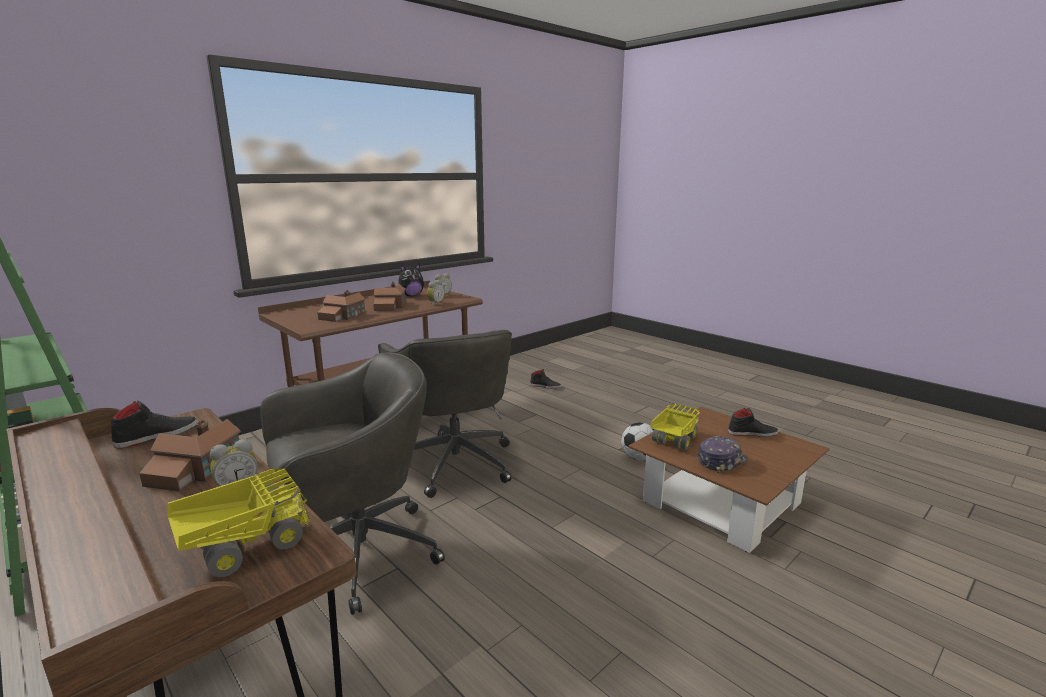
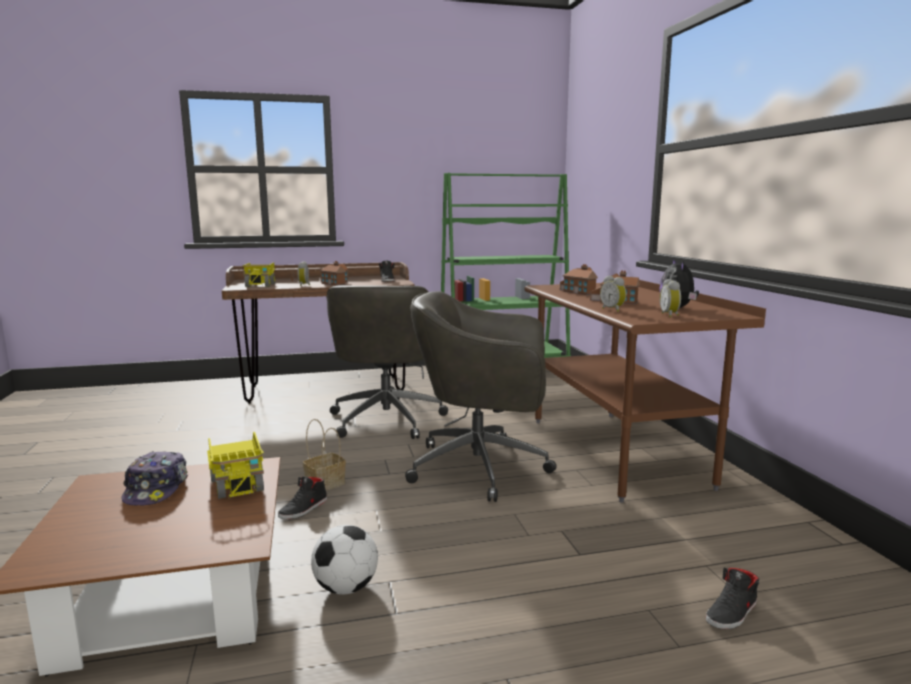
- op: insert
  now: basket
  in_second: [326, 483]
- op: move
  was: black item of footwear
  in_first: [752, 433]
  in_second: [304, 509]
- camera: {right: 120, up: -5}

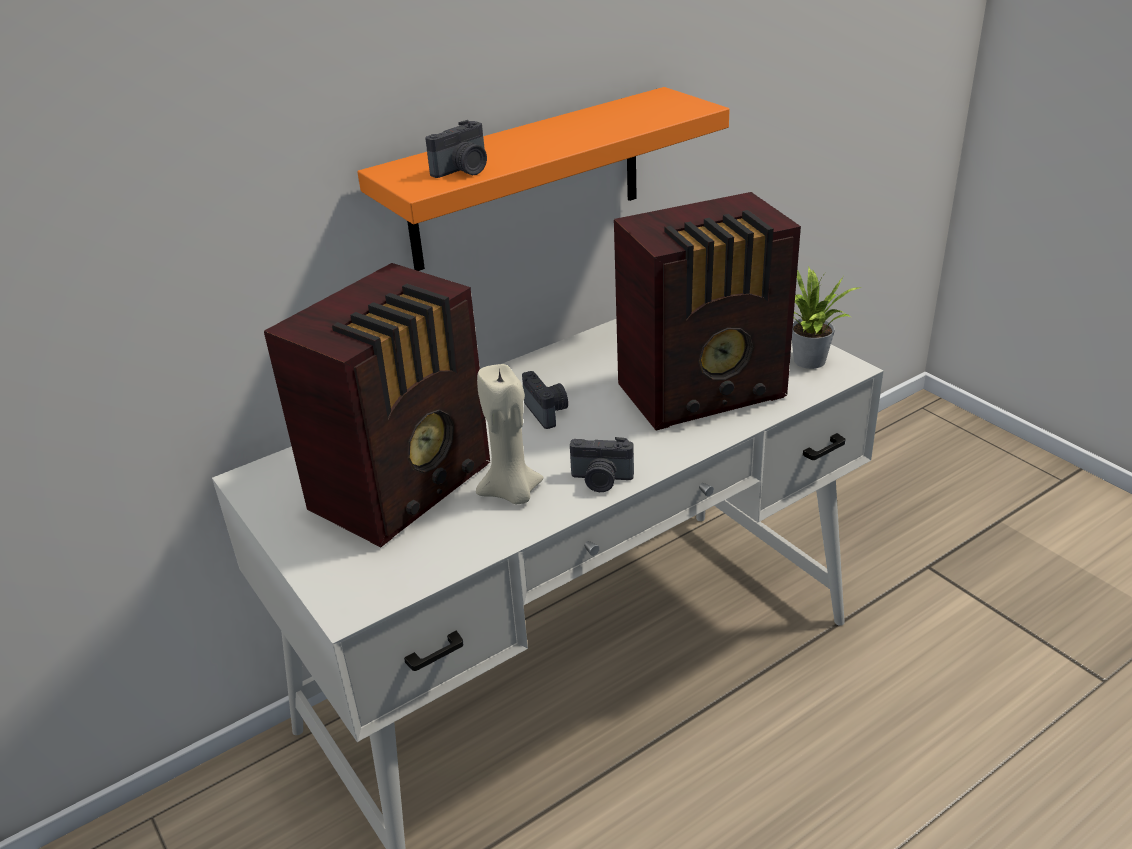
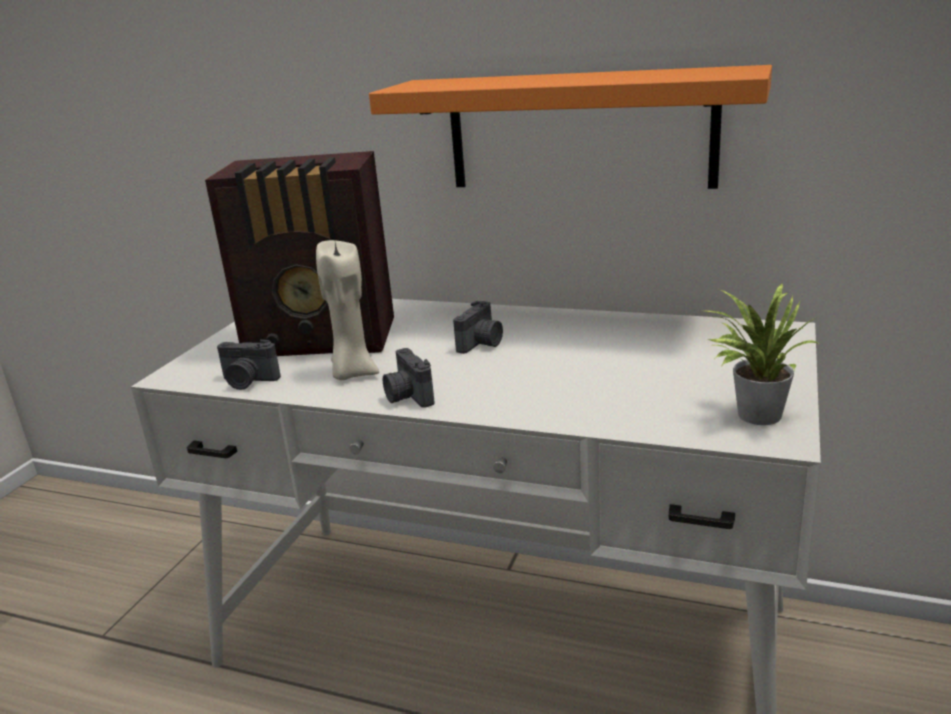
- op: delete
  was: radio set
  in_first: [705, 392]
- op: move
  was: still camera
  in_first: [464, 170]
  in_second: [248, 381]
- camera: {right: 55, up: -10}

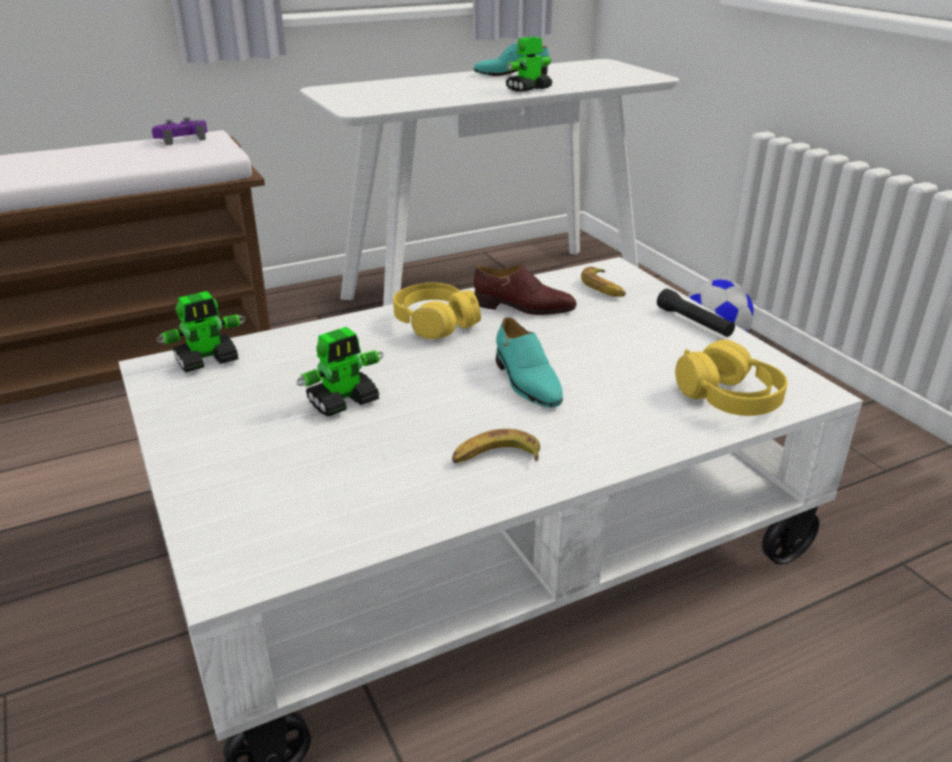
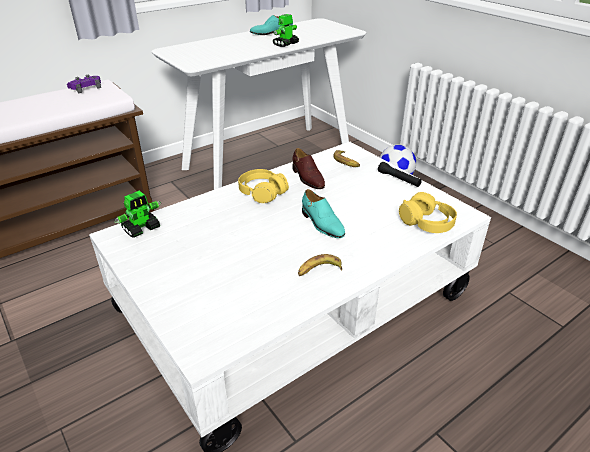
- op: delete
  was: model robot
  in_first: [344, 402]
- op: rotate
  was: brown item of footwear
  in_first: [524, 307]
  in_second: [307, 178]
  clockwise: 60
- camera: {right: -10, up: 5}

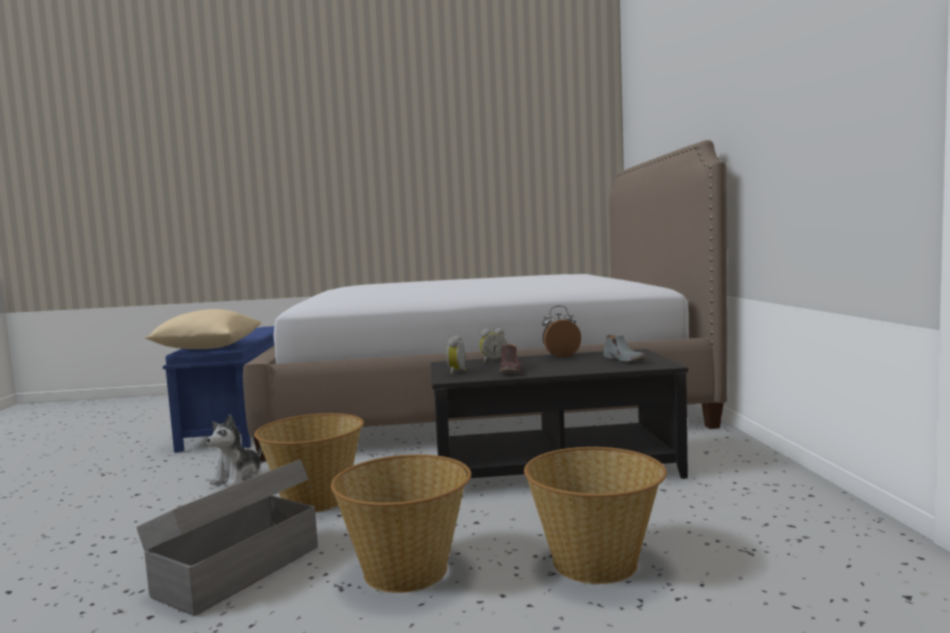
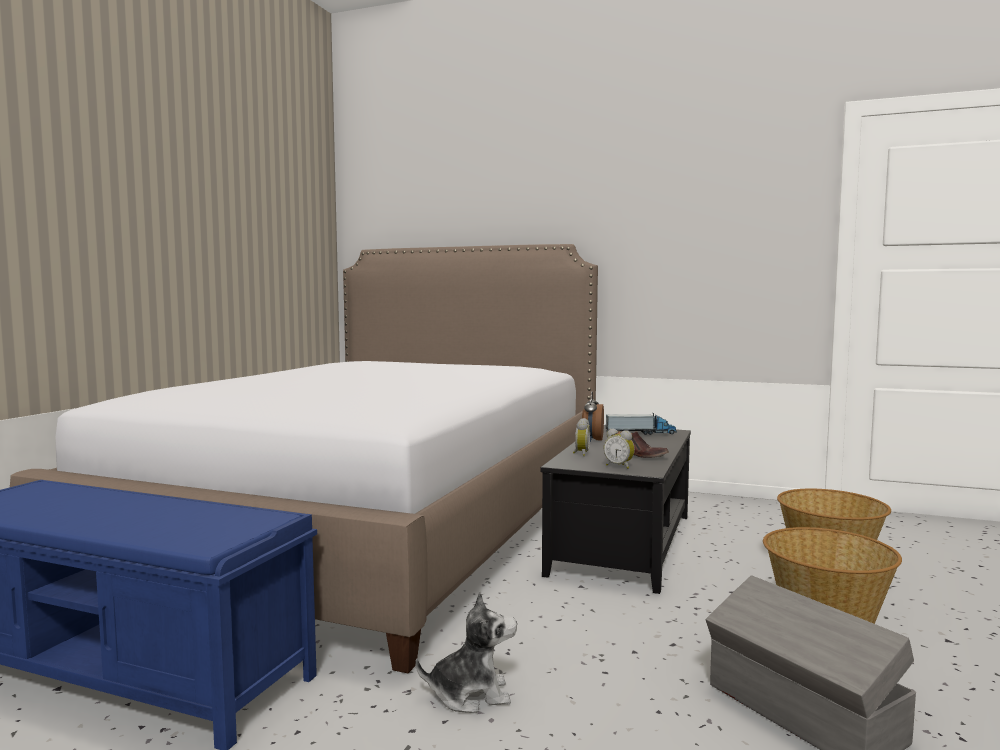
- op: delete
  was: beige-coloured pillow
  in_first: [207, 348]
- op: delete
  was: basket
  in_first: [315, 499]
- op: replace
  was: gray item of footwear
  now: model truck
  in_first: [624, 360]
  in_second: [640, 433]
- op: rotate
  was: soft toy
  in_first: [238, 478]
  in_second: [470, 694]
  clockwise: -60
- camera: {right: -65, up: 0}

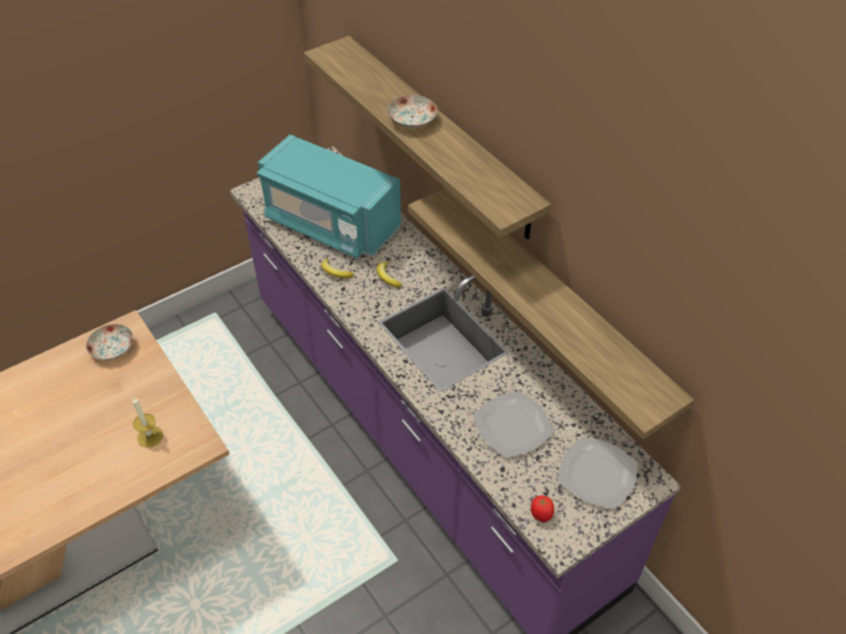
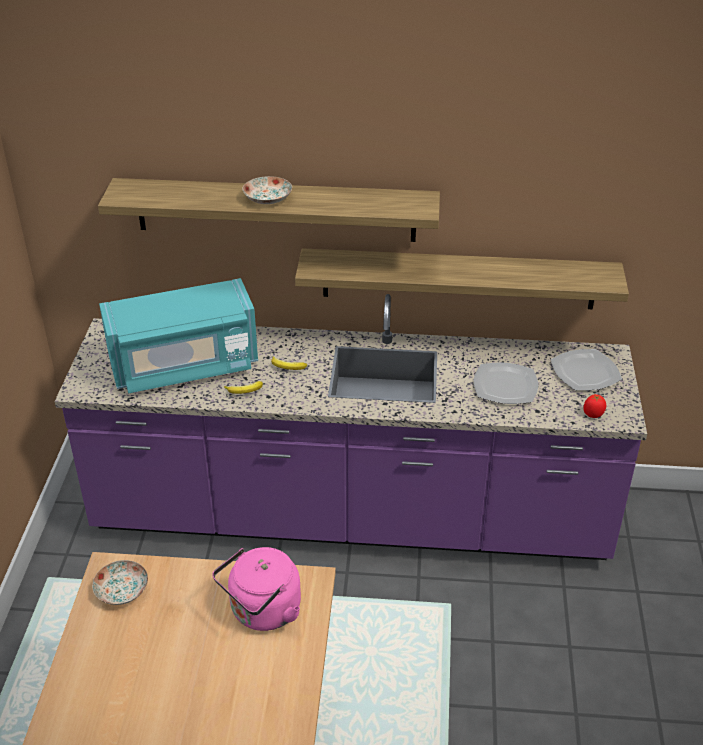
- op: replace
  was: wax candle
  now: pinkish kettle
  in_first: [150, 436]
  in_second: [262, 612]
- camera: {right: -50, up: -10}

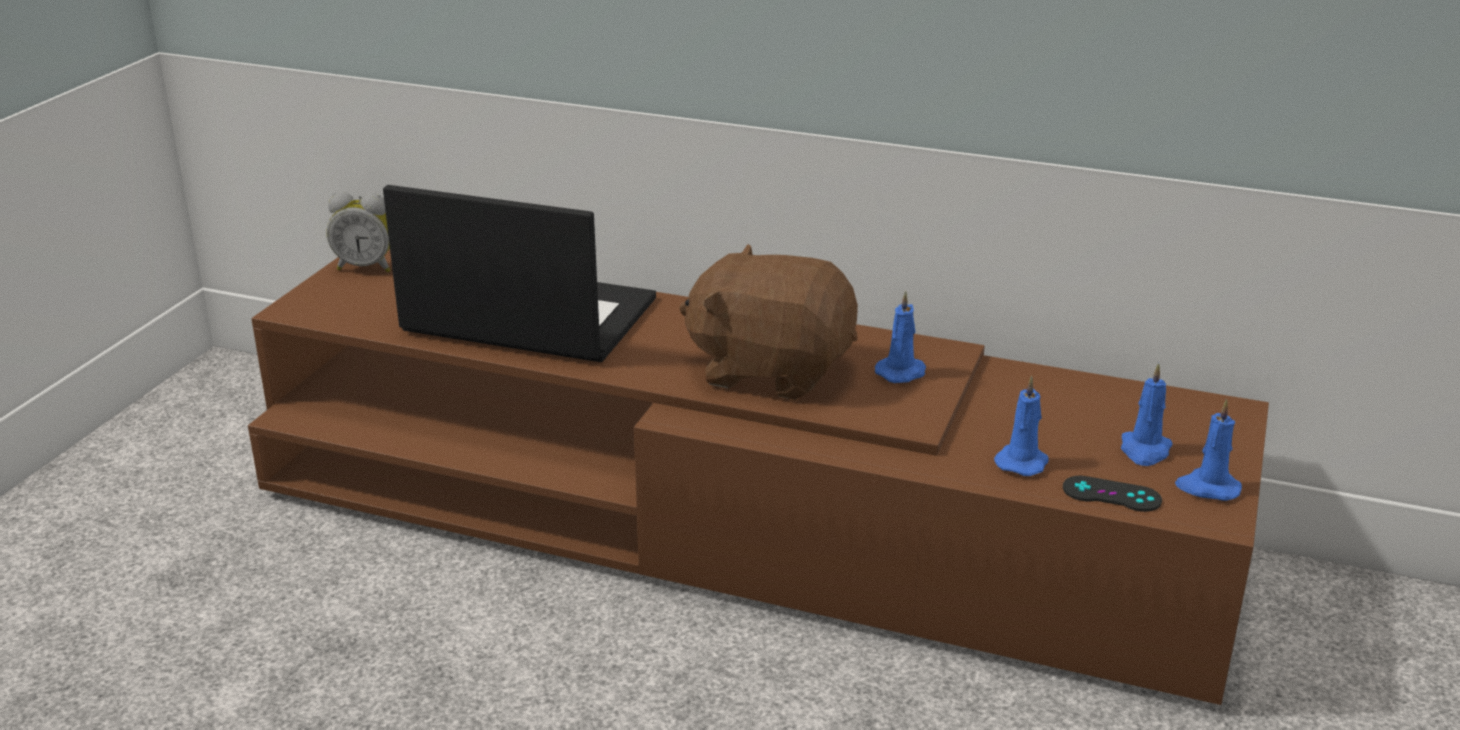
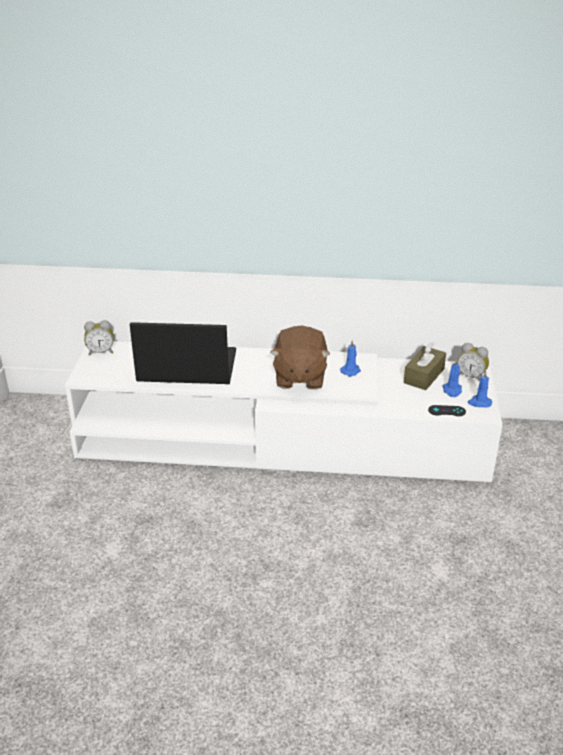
- op: delete
  was: blue-coloured wax candle
  in_first: [1022, 462]
- op: insert
  now: brown box of tissues
  in_second: [424, 376]
- op: insert
  now: table clock
  in_second: [471, 376]
- op: recolor
  was: brown tv stand
  now: whitish tv stand
  in_first: [730, 524]
  in_second: [281, 440]
- op: rotate
  was: brown soft toy
  in_first: [771, 369]
  in_second: [299, 377]
  clockwise: -90
- camera: {right: -15, up: 5}

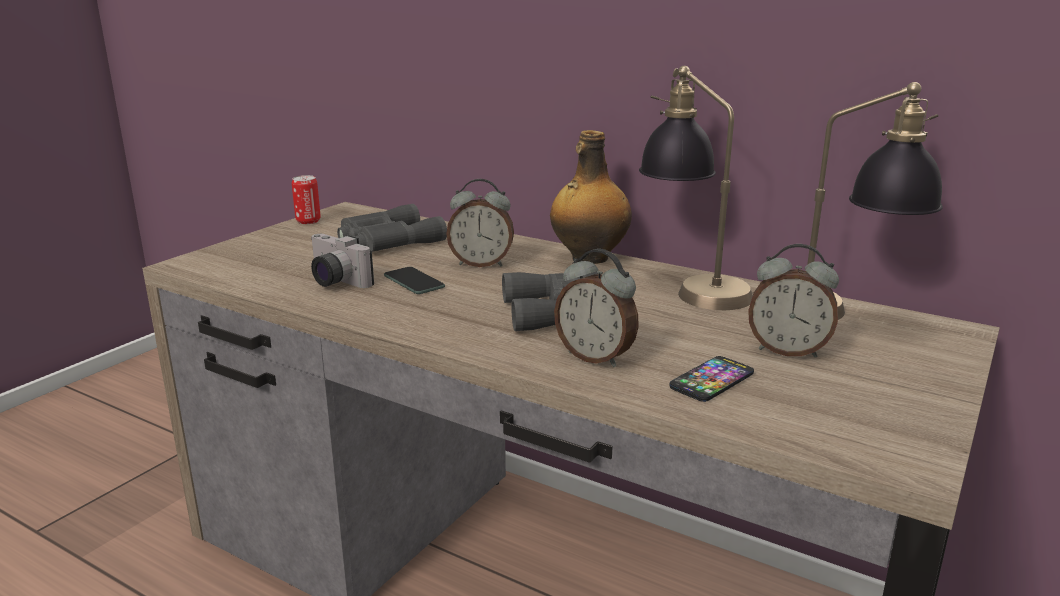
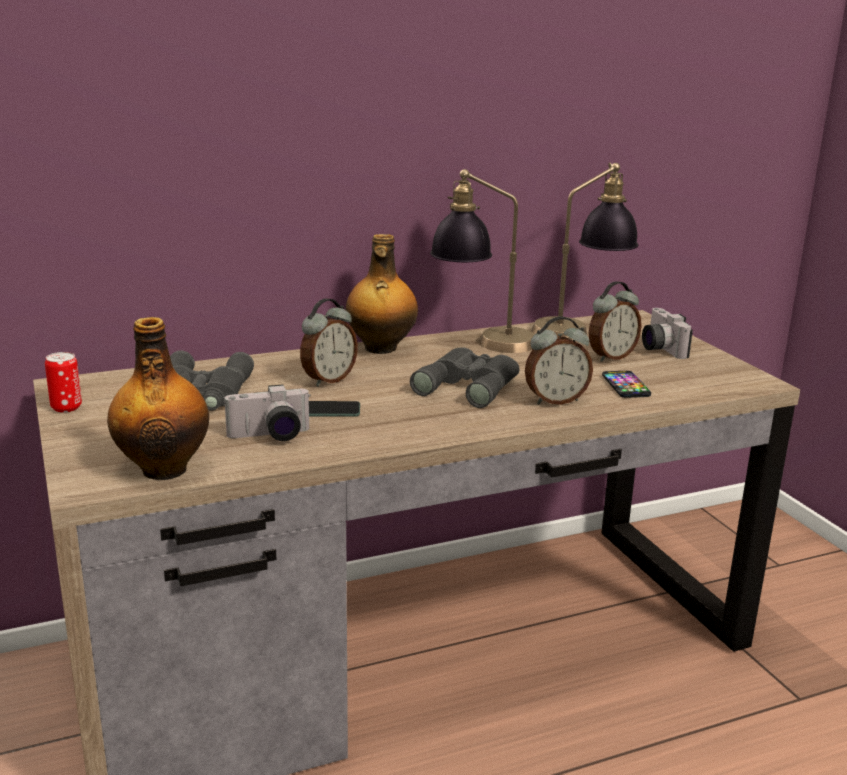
- op: insert
  now: drink bottle
  in_second: [164, 468]
- op: insert
  now: still camera
  in_second: [658, 348]
- camera: {right: -55, up: 0}

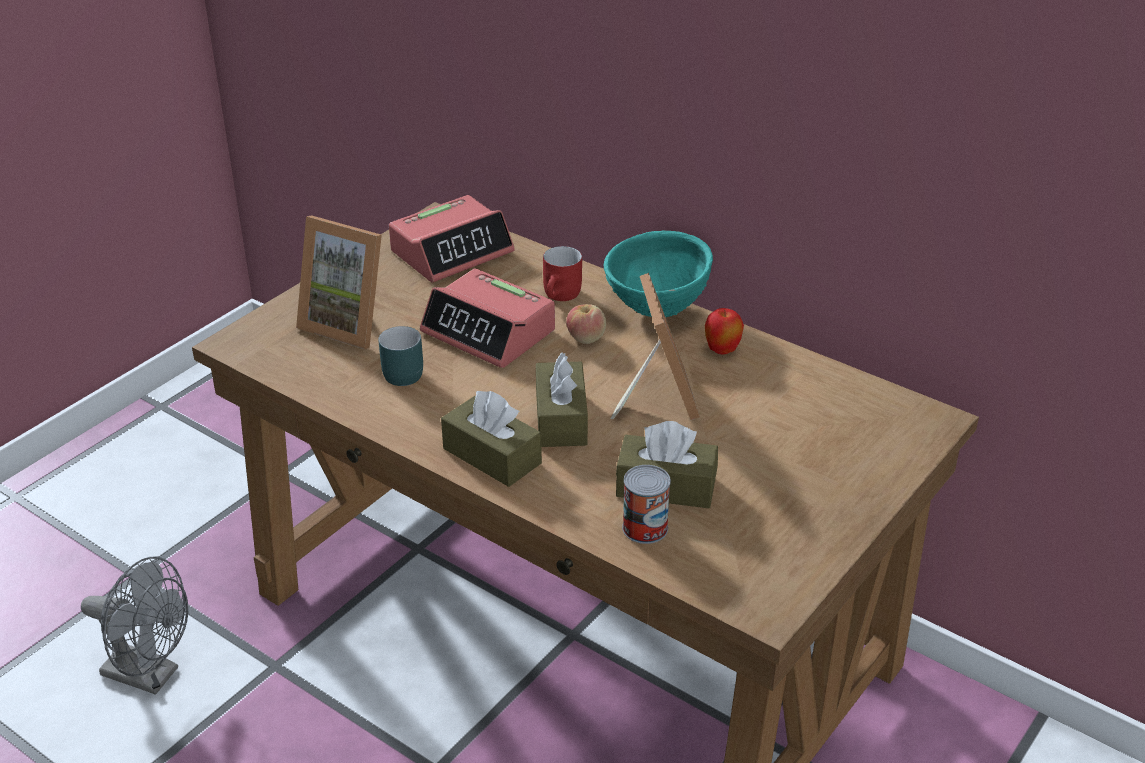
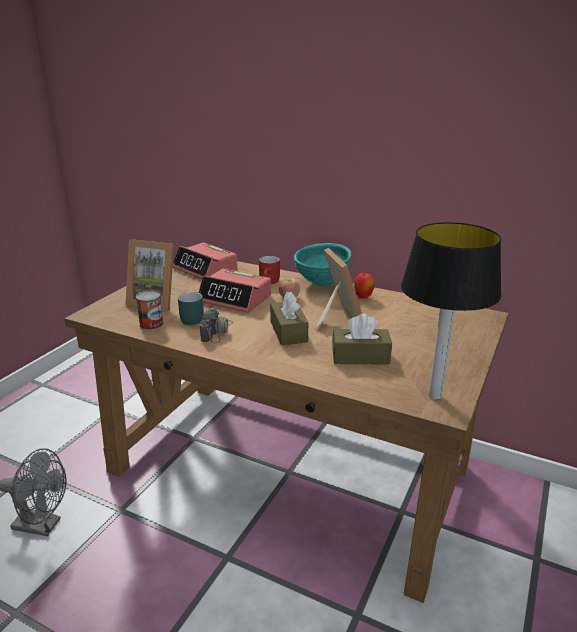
- op: delete
  was: brown box of tissues
  in_first: [492, 456]
- op: insert
  now: still camera
  in_second: [217, 331]
- op: insert
  now: tabletop lamp
  in_second: [436, 395]
- op: move
  was: metal can
  in_first: [645, 528]
  in_second: [151, 324]
- op: rotate
  was: table clock
  in_first: [452, 251]
  in_second: [205, 269]
  clockwise: 90
- camera: {right: -10, up: -10}

